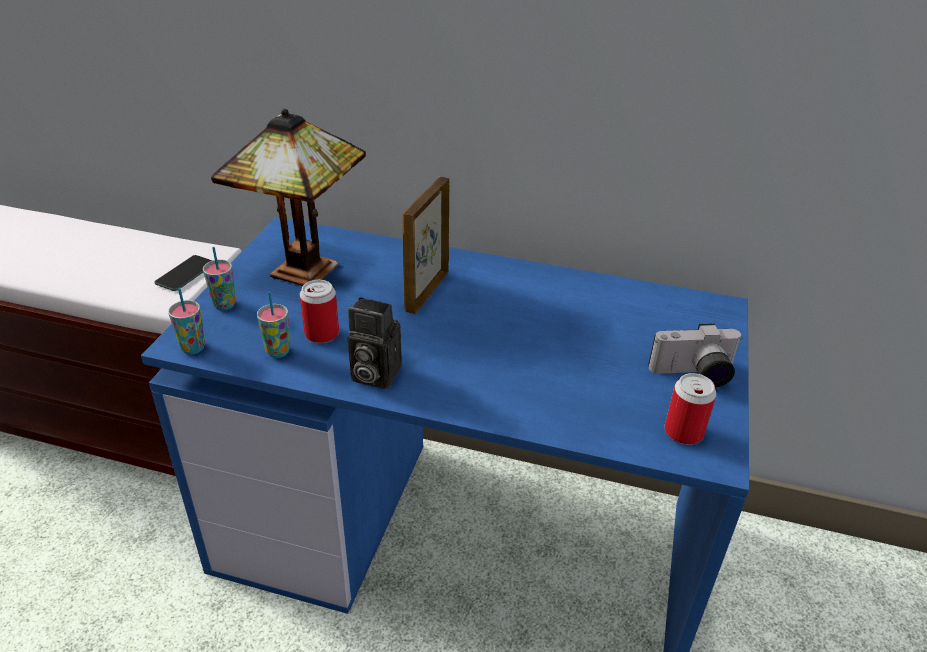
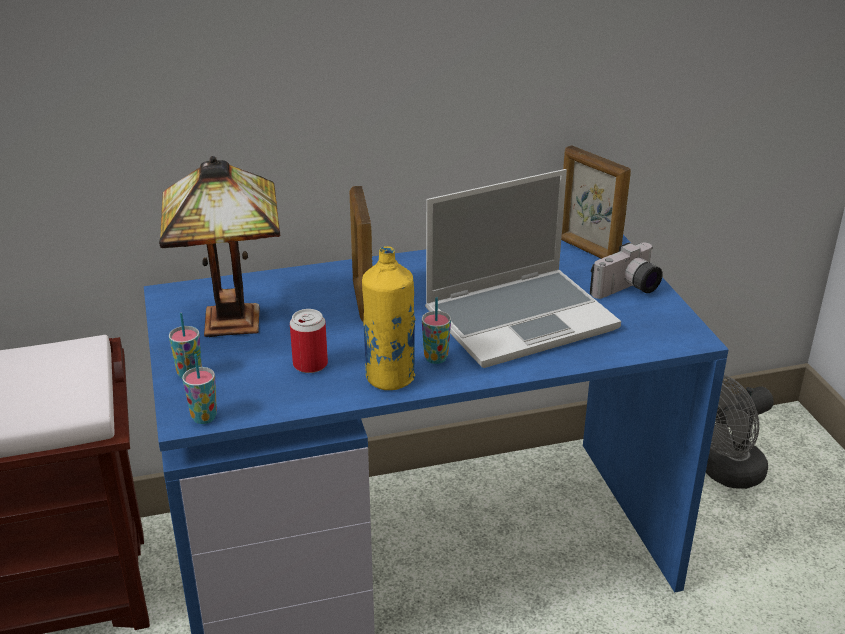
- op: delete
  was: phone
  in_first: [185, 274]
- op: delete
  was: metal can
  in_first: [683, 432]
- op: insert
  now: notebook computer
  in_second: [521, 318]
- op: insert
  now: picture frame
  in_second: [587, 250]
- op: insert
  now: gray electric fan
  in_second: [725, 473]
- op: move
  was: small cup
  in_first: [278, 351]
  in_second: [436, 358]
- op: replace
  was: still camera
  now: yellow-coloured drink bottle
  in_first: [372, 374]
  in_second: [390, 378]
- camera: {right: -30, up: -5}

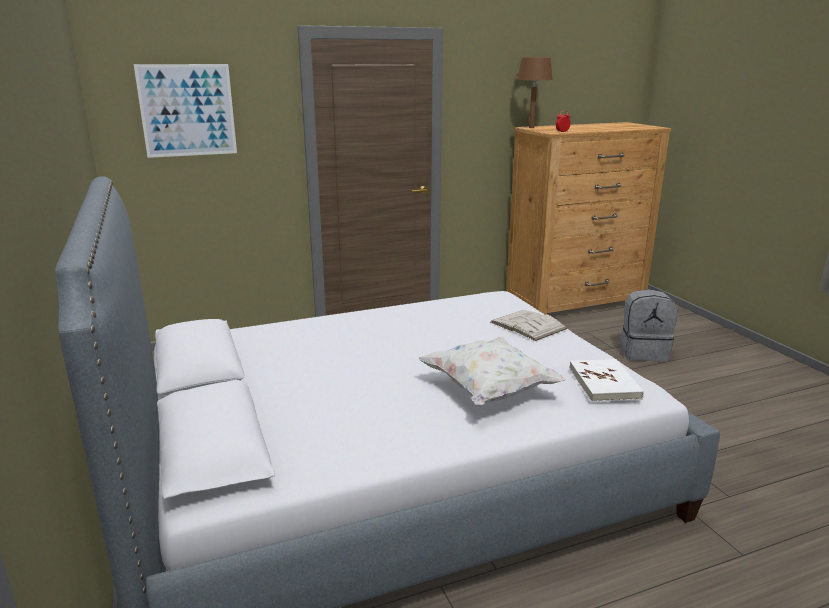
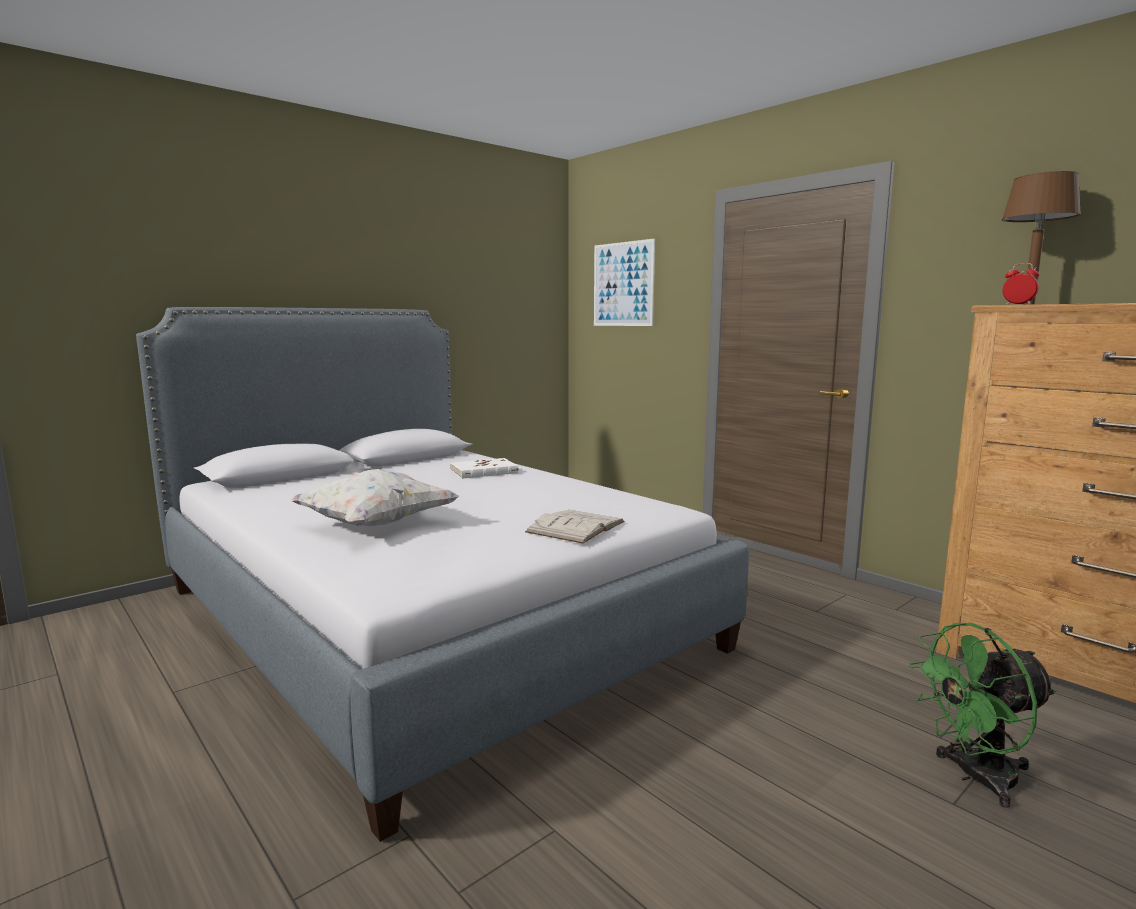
- op: move
  was: whitish volume
  in_first: [604, 383]
  in_second: [484, 471]
- op: replace
  was: gray knapsack
  now: green-coloured electric fan
  in_first: [643, 352]
  in_second: [975, 777]
- camera: {right: 70, up: -10}

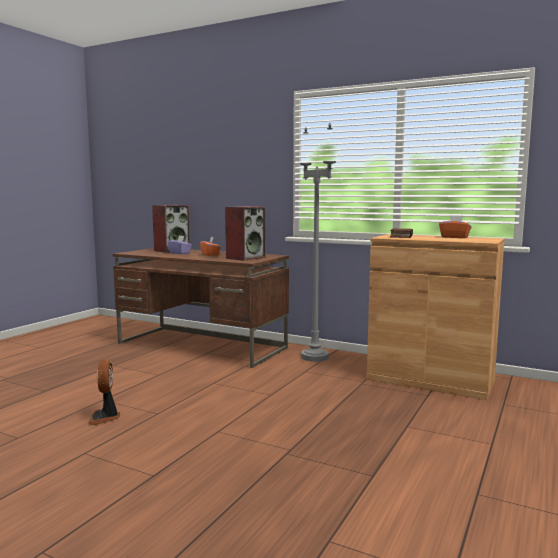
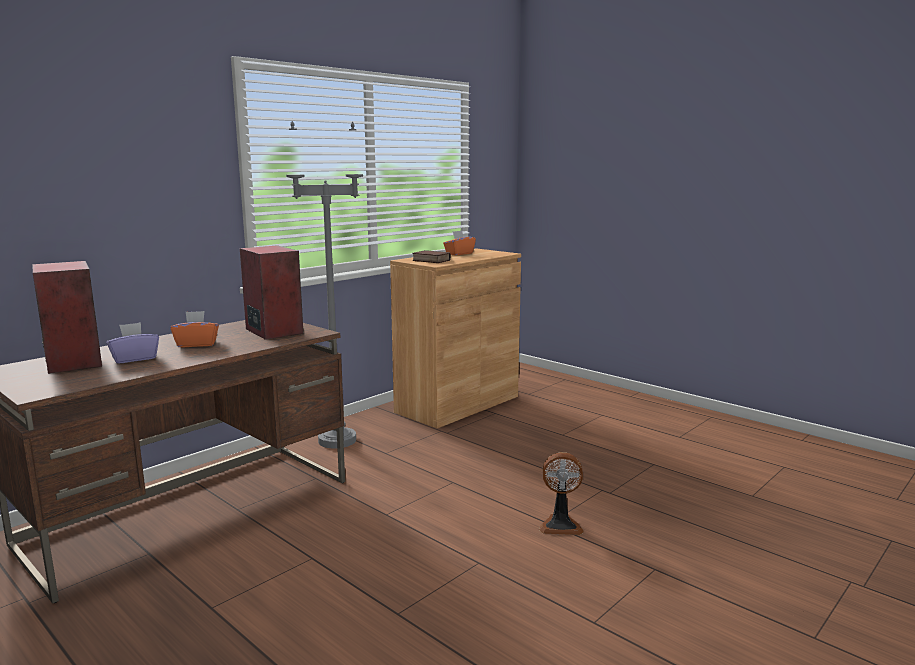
- op: move
  was: electric fan
  in_first: [105, 417]
  in_second: [560, 525]
- camera: {right: -75, up: 5}

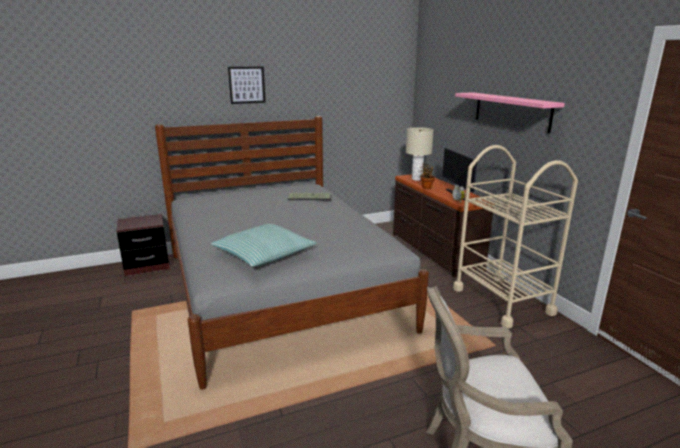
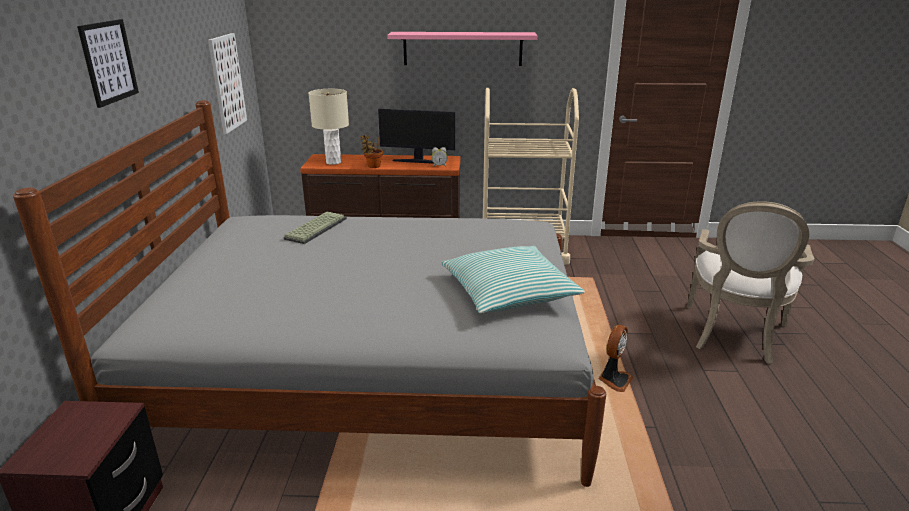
- op: insert
  now: wall picture
  in_second: [227, 83]
- op: insert
  now: electric fan
  in_second: [614, 380]
- camera: {right: -65, up: 5}

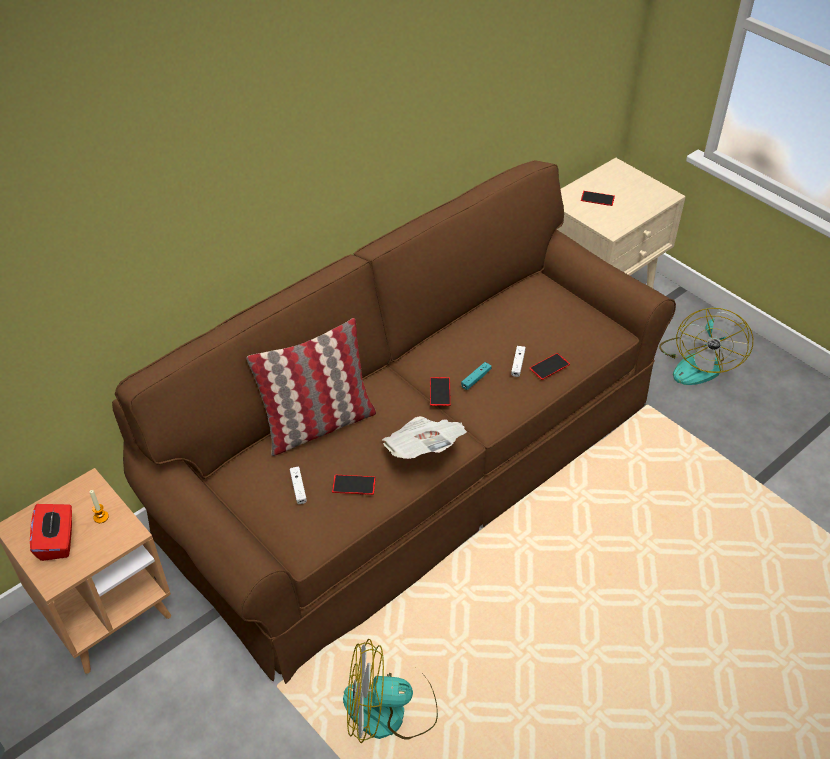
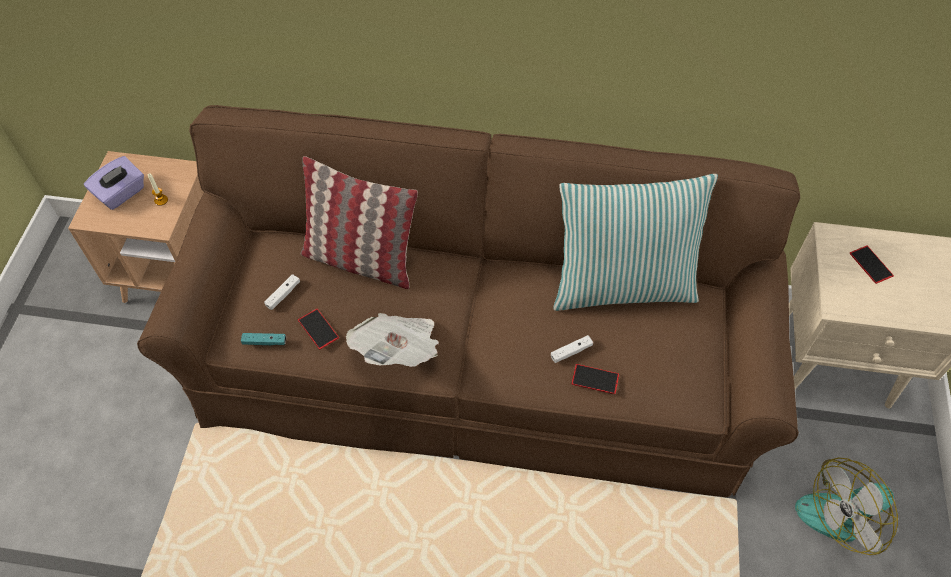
- op: delete
  was: electric fan
  in_first: [389, 710]
- op: delete
  was: phone
  in_first: [440, 391]
- op: insert
  now: pillow
  in_second: [622, 285]
- op: move
  was: turquoise-coloured joypad
  in_first: [476, 379]
  in_second: [264, 342]
- op: recolor
  was: red box of tissues
  now: purple box of tissues
  in_first: [57, 541]
  in_second: [121, 194]
- camera: {right: 50, up: 10}

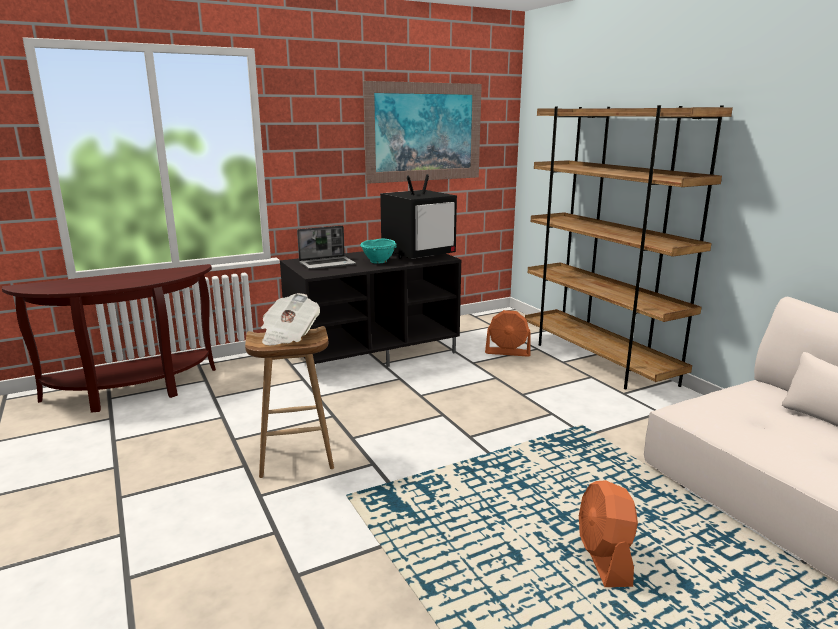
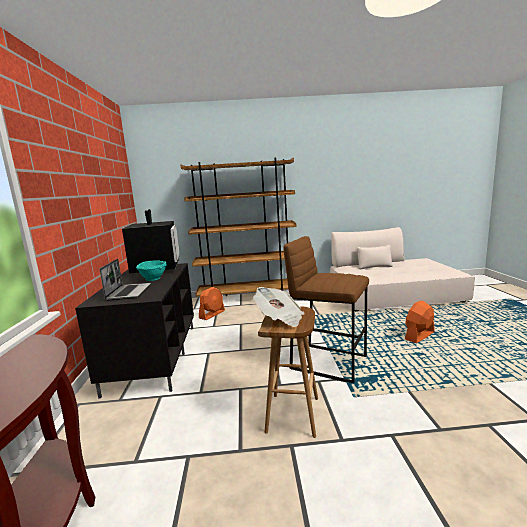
- op: delete
  was: wall picture
  in_first: [424, 132]
- op: insert
  now: brown stool
  in_second: [329, 362]
- op: rotate
  was: orange-coloured electric fan
  in_first: [604, 558]
  in_second: [419, 336]
  clockwise: 120
- camera: {right: -65, up: -5}

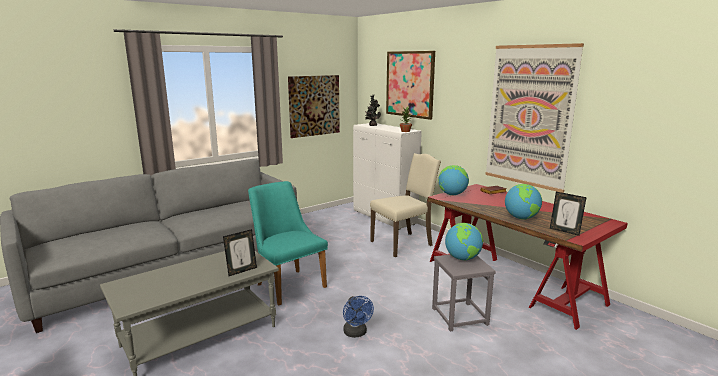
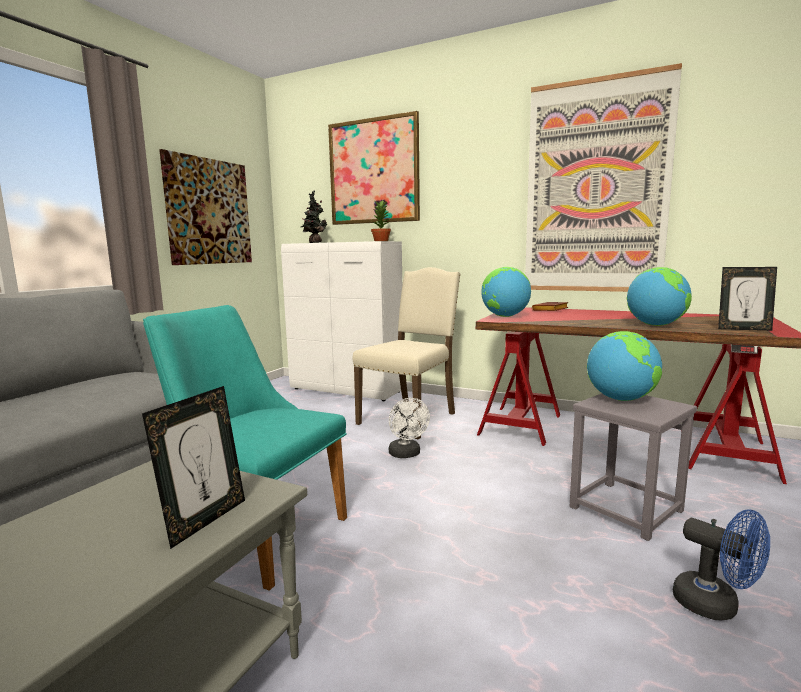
- op: insert
  now: whitish electric fan
  in_second: [406, 454]
- op: move
  was: blue-coloured electric fan
  in_first: [356, 333]
  in_second: [716, 606]
- camera: {right: -25, up: -5}

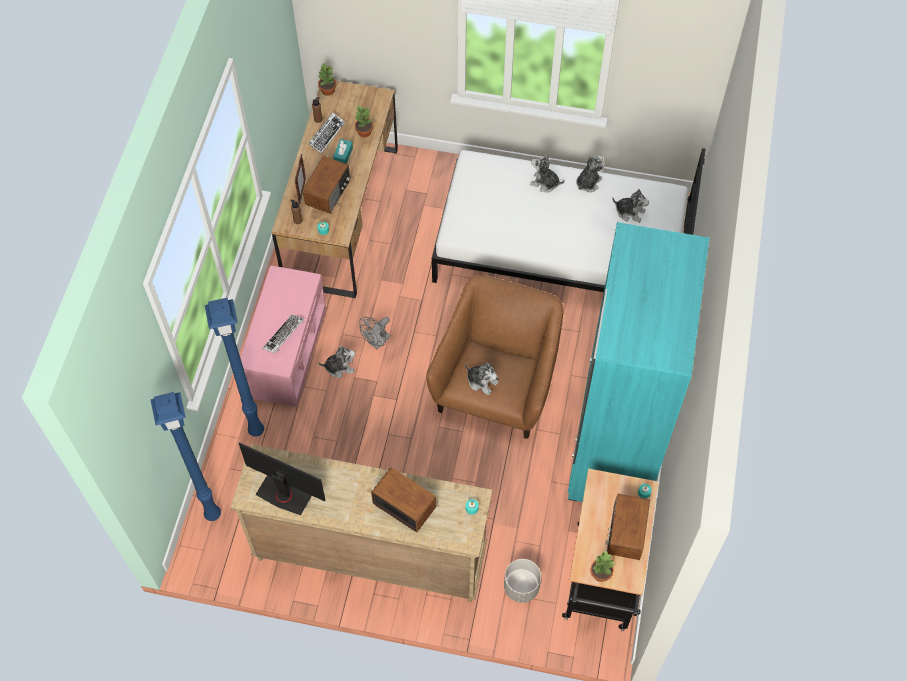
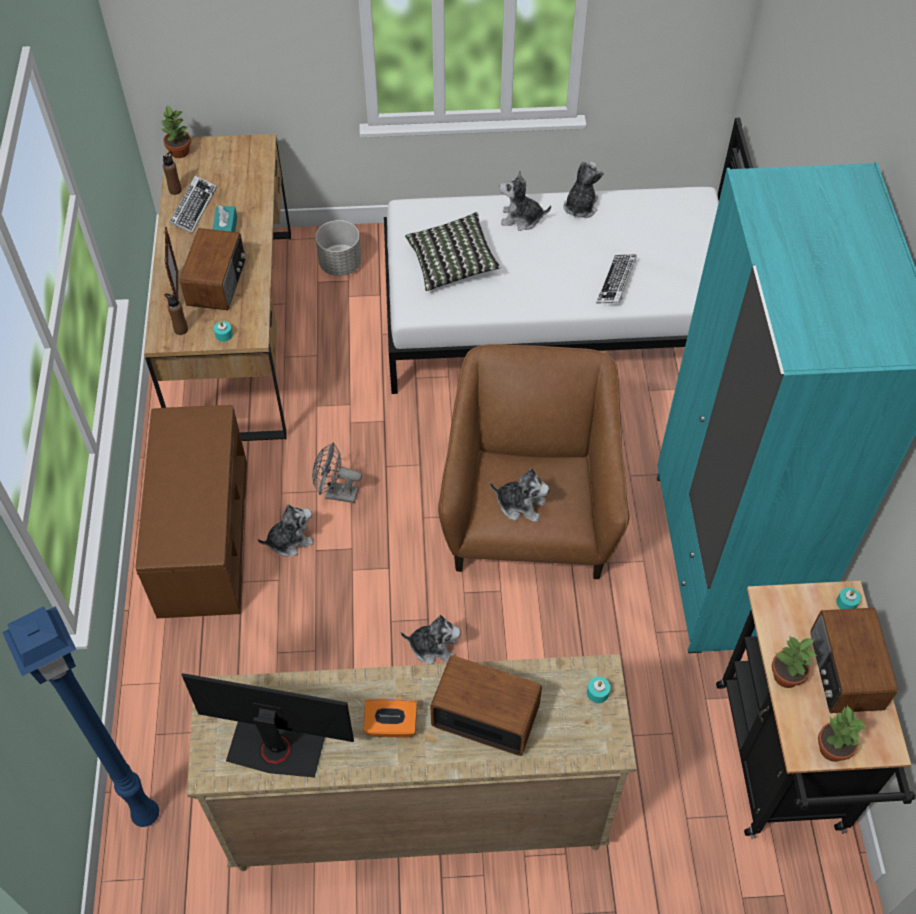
- op: delete
  was: blue-coloured floor lamp
  in_first: [257, 429]
- op: insert
  now: orange-coloured box of tissues
  in_second: [391, 726]
- op: insert
  now: pillow
  in_second: [452, 263]
- op: move
  was: PC keyboard
  in_first: [283, 335]
  in_second: [616, 282]
- op: move
  was: plant in a pot
  in_first: [364, 132]
  in_second: [785, 676]
- op: move
  was: gray flower pot
  in_first: [521, 587]
  in_second: [340, 264]
- op: move
  was: soft toy
  in_first: [629, 212]
  in_second: [433, 647]
- op: recolor
  was: pinkish indoor bench
  now: brown indoor bench
  in_first: [286, 351]
  in_second: [202, 536]
- op: rotate
  was: gray electric fan
  in_first: [377, 342]
  in_second: [336, 493]
  clockwise: 75
- camera: {right: -15, up: -5}

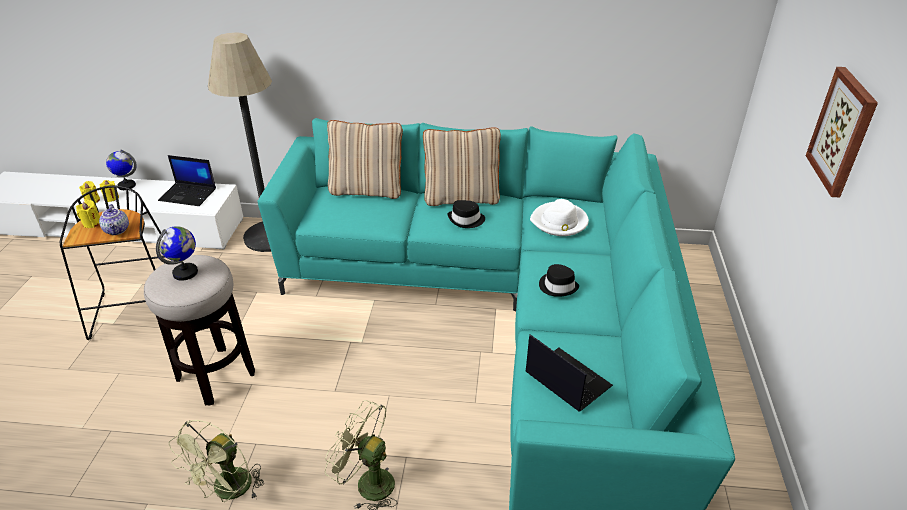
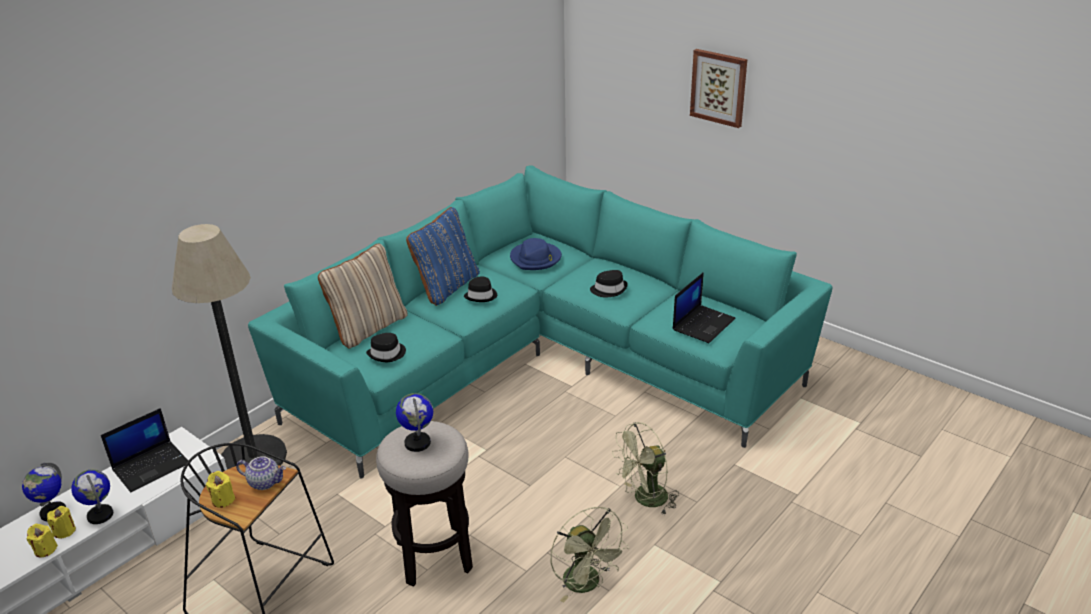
- op: insert
  now: world globe
  in_second: [100, 515]
- op: insert
  now: black hat
  in_second: [387, 354]
- op: recolor
  was: beige-coloured pillow
  now: blue-coloured pillow
  in_first: [461, 198]
  in_second: [446, 287]
- op: recolor
  was: whitish hat
  now: blue-coloured hat
  in_first: [559, 222]
  in_second: [536, 258]
- op: rotate
  was: notebook computer
  in_first: [566, 379]
  in_second: [703, 324]
  clockwise: 135
- camera: {right: -55, up: -5}

